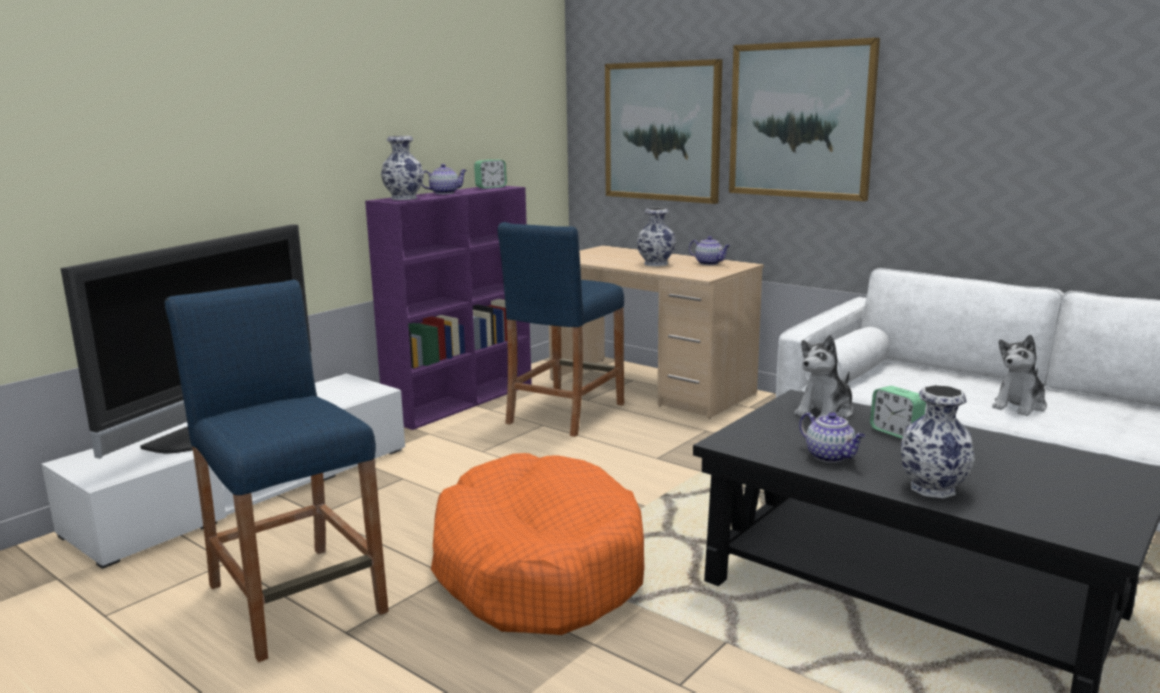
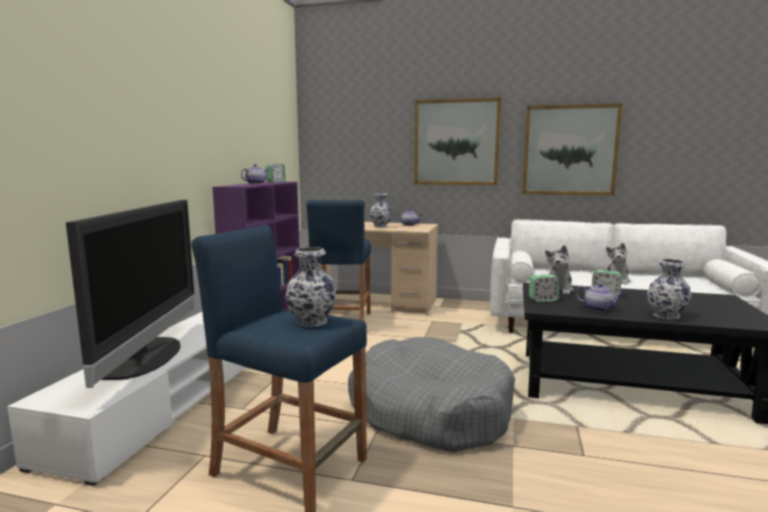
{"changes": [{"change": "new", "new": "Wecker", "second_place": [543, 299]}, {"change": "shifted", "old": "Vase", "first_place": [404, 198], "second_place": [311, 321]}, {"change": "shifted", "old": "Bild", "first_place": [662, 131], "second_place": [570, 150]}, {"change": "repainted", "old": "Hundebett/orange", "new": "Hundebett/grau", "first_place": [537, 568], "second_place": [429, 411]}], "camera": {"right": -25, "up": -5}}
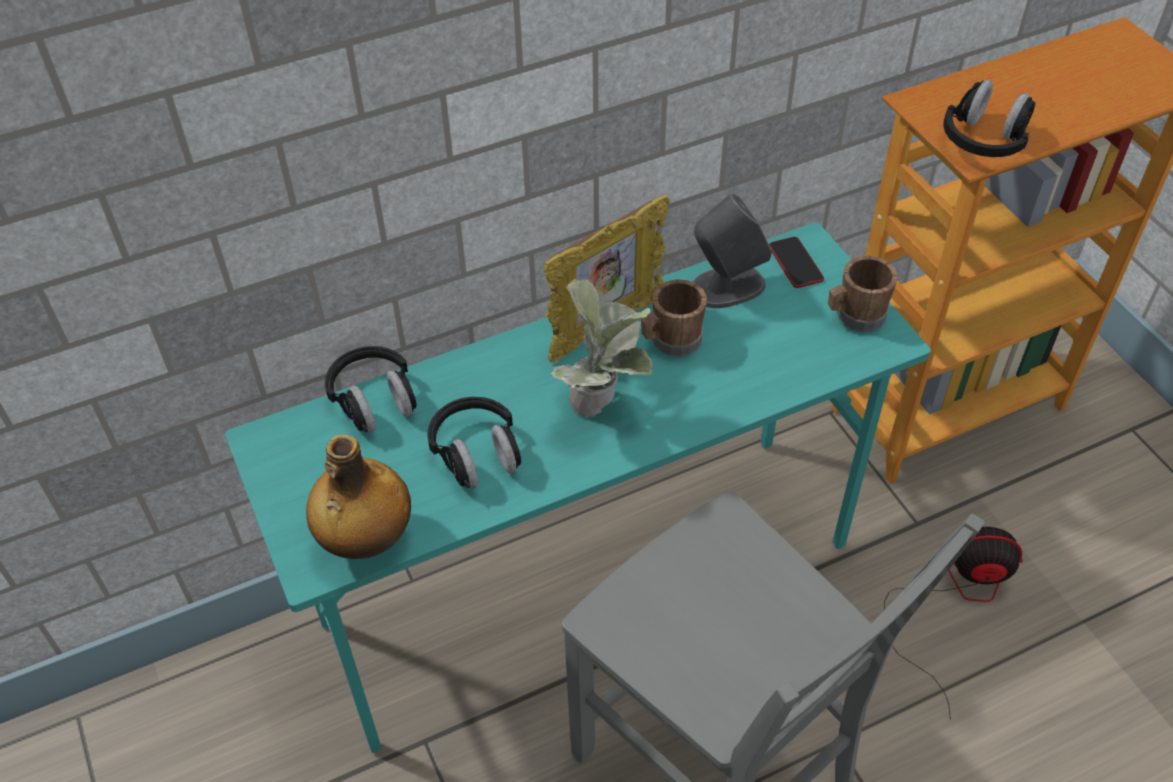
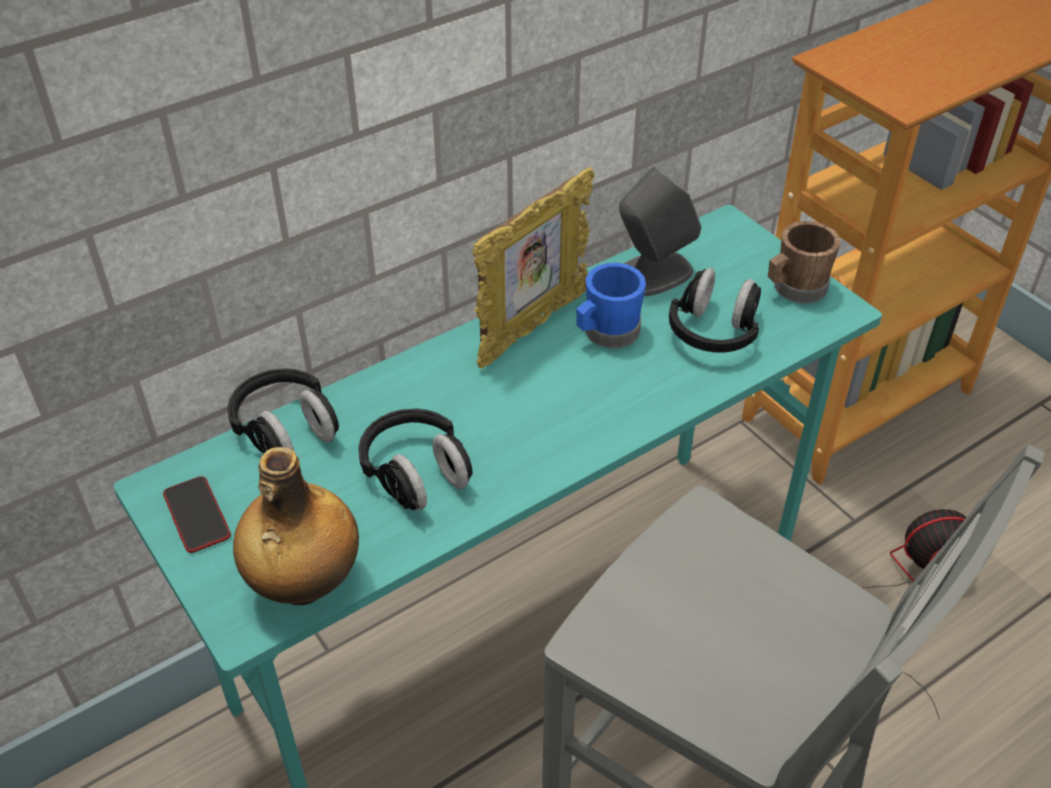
{"changes": [{"change": "gone", "old": "Topfpflanze", "first_place": [603, 404]}, {"change": "shifted", "old": "Handy", "first_place": [795, 263], "second_place": [197, 515]}, {"change": "shifted", "old": "Kopfhörer/schwarz", "first_place": [984, 141], "second_place": [714, 332]}, {"change": "repainted", "old": "Henkelbecher/braun", "new": "Henkelbecher/blau", "first_place": [671, 341], "second_place": [606, 333]}], "camera": {"right": -10, "up": -5}}
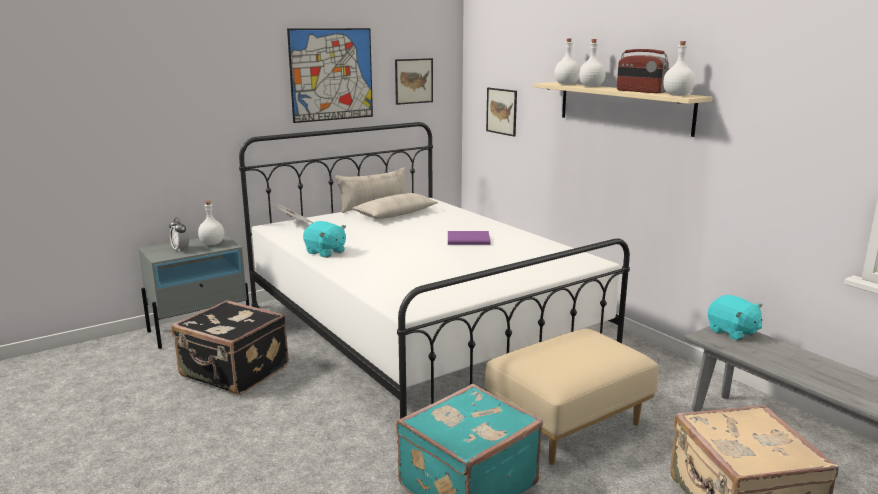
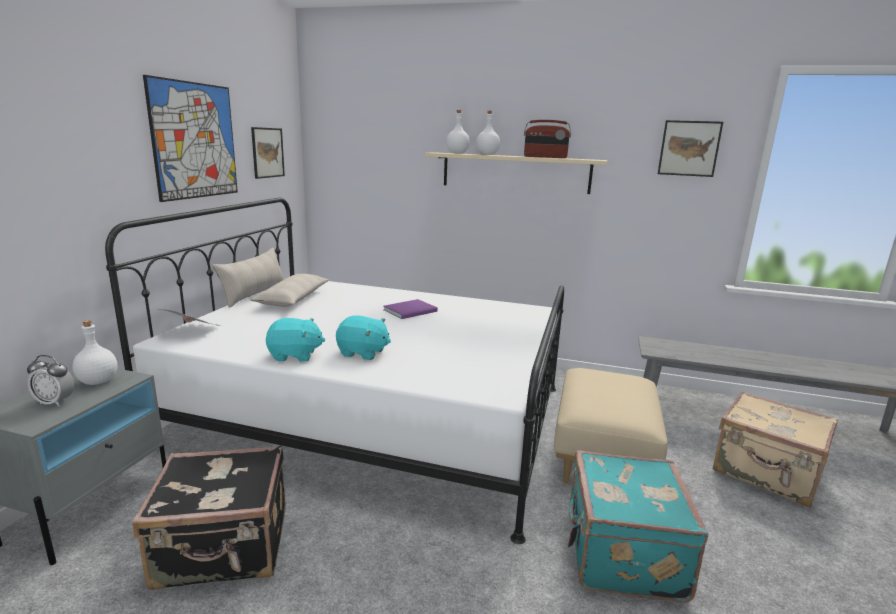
{"changes": [{"change": "gone", "old": "Flasche/weiß", "first_place": [677, 95]}, {"change": "shifted", "old": "Bild", "first_place": [501, 111], "second_place": [689, 148]}, {"change": "shifted", "old": "Plüschtier/türkis", "first_place": [732, 332], "second_place": [363, 353]}], "camera": {"right": -40, "up": 0}}
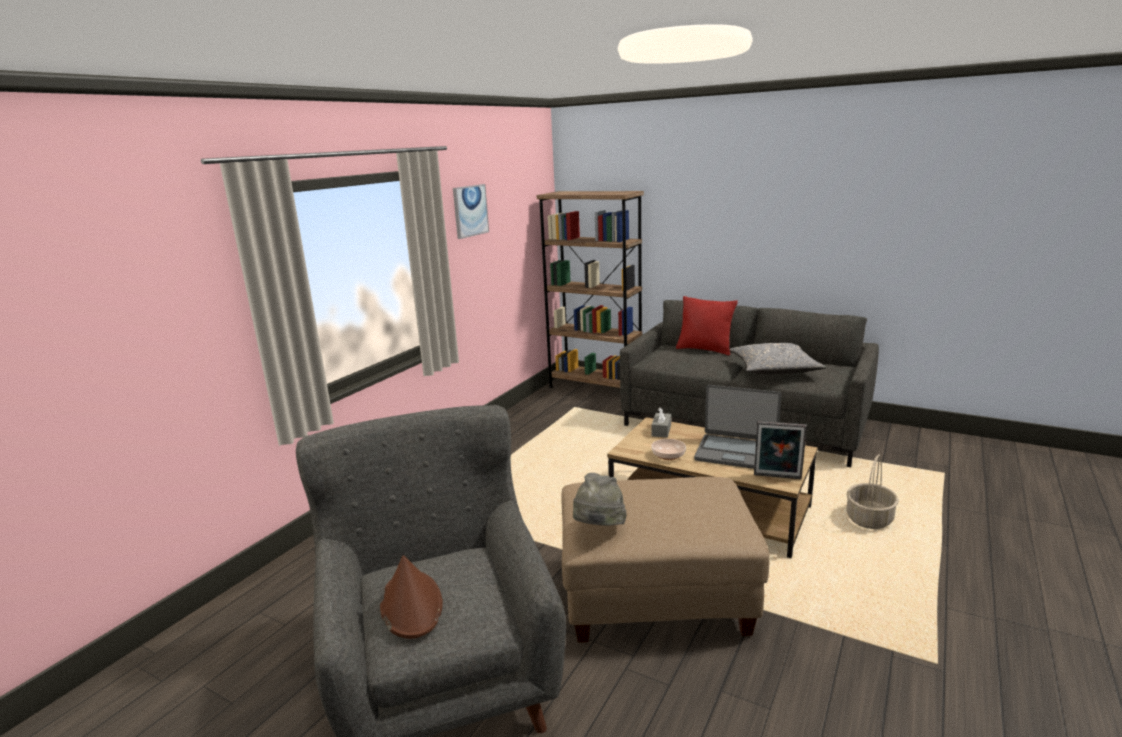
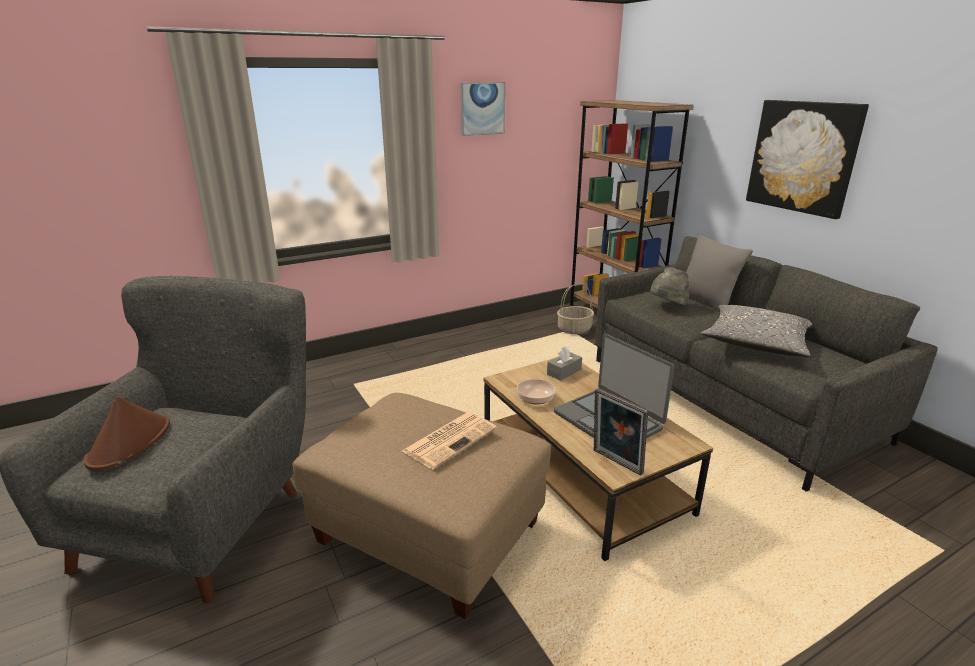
{"changes": [{"change": "new", "new": "Zeitung", "second_place": [450, 439]}, {"change": "new", "new": "Bild", "second_place": [803, 157]}, {"change": "shifted", "old": "Hut/grau", "first_place": [598, 528], "second_place": [667, 306]}, {"change": "shifted", "old": "Korb", "first_place": [869, 519], "second_place": [574, 329]}, {"change": "repainted", "old": "Kissen/rot", "new": "Kissen/grau", "first_place": [705, 350], "second_place": [706, 301]}], "camera": {"right": 30, "up": 5}}
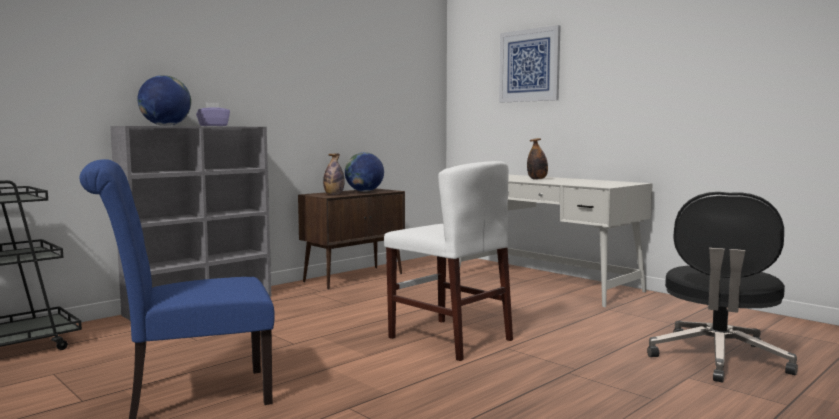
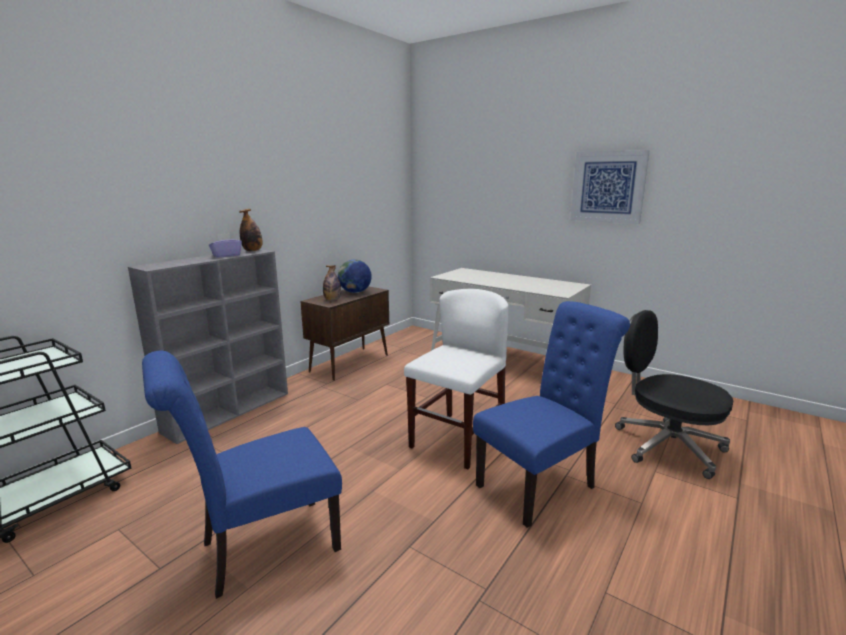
{"changes": [{"change": "gone", "old": "Globus", "first_place": [165, 125]}, {"change": "new", "new": "Stuhl/blau", "second_place": [542, 484]}, {"change": "shifted", "old": "Bild", "first_place": [529, 65], "second_place": [608, 187]}, {"change": "shifted", "old": "Flasche", "first_place": [537, 179], "second_place": [252, 251]}, {"change": "rotated", "old": "Stuhl/weiß", "first_place": [449, 339], "second_place": [457, 439], "degrees": -90}, {"change": "rotated", "old": "Bürostuhl/schwarz", "first_place": [718, 359], "second_place": [666, 446], "degrees": 120}], "camera": {"right": -10, "up": 10}}
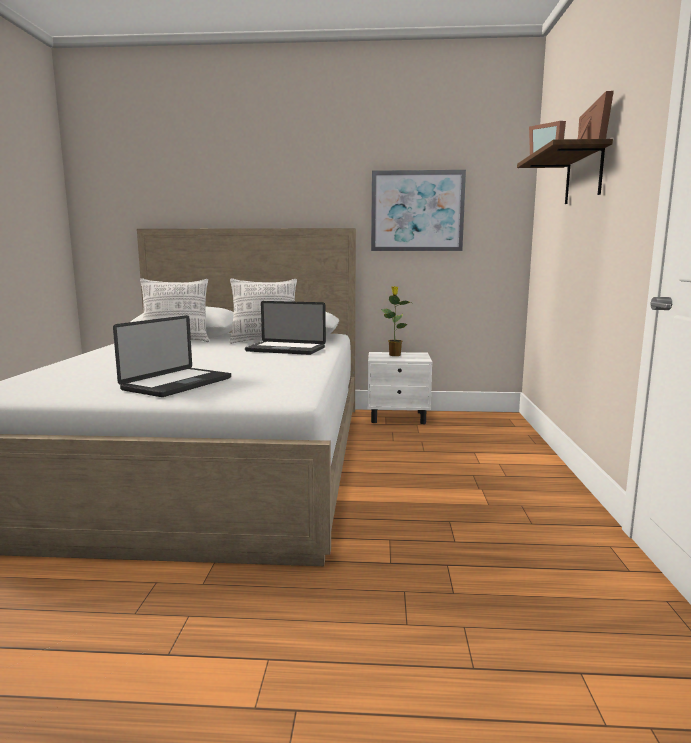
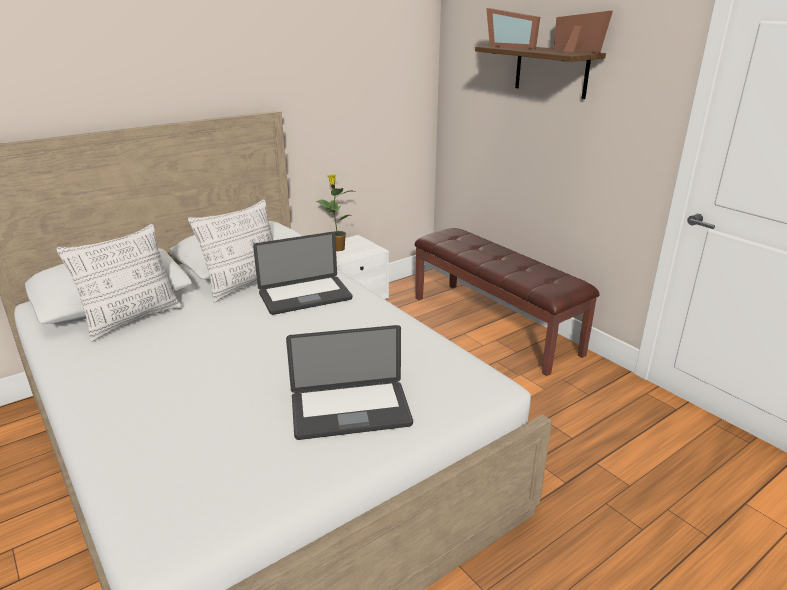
{"changes": [{"change": "gone", "old": "Bild", "first_place": [417, 211]}, {"change": "new", "new": "Bank/braun", "second_place": [494, 324]}, {"change": "rotated", "old": "Laptop", "first_place": [177, 384], "second_place": [350, 411], "degrees": 90}], "camera": {"right": -40, "up": 15}}
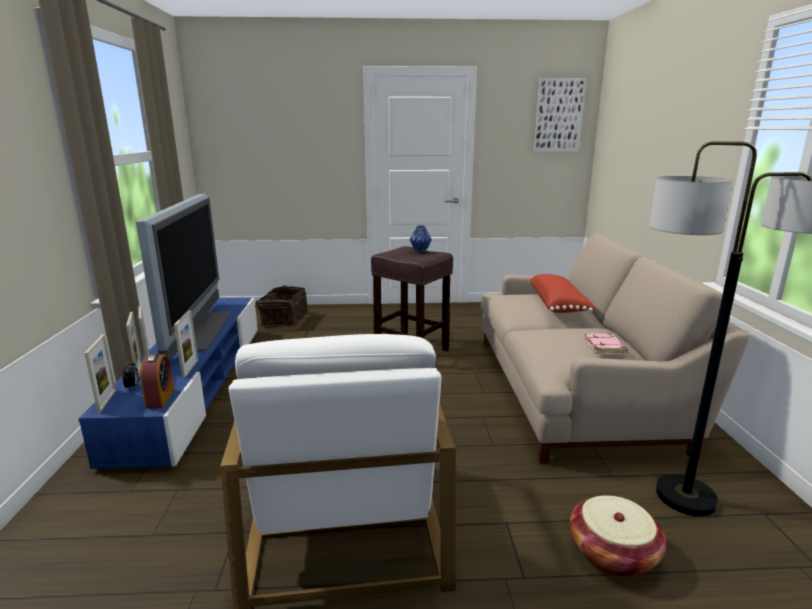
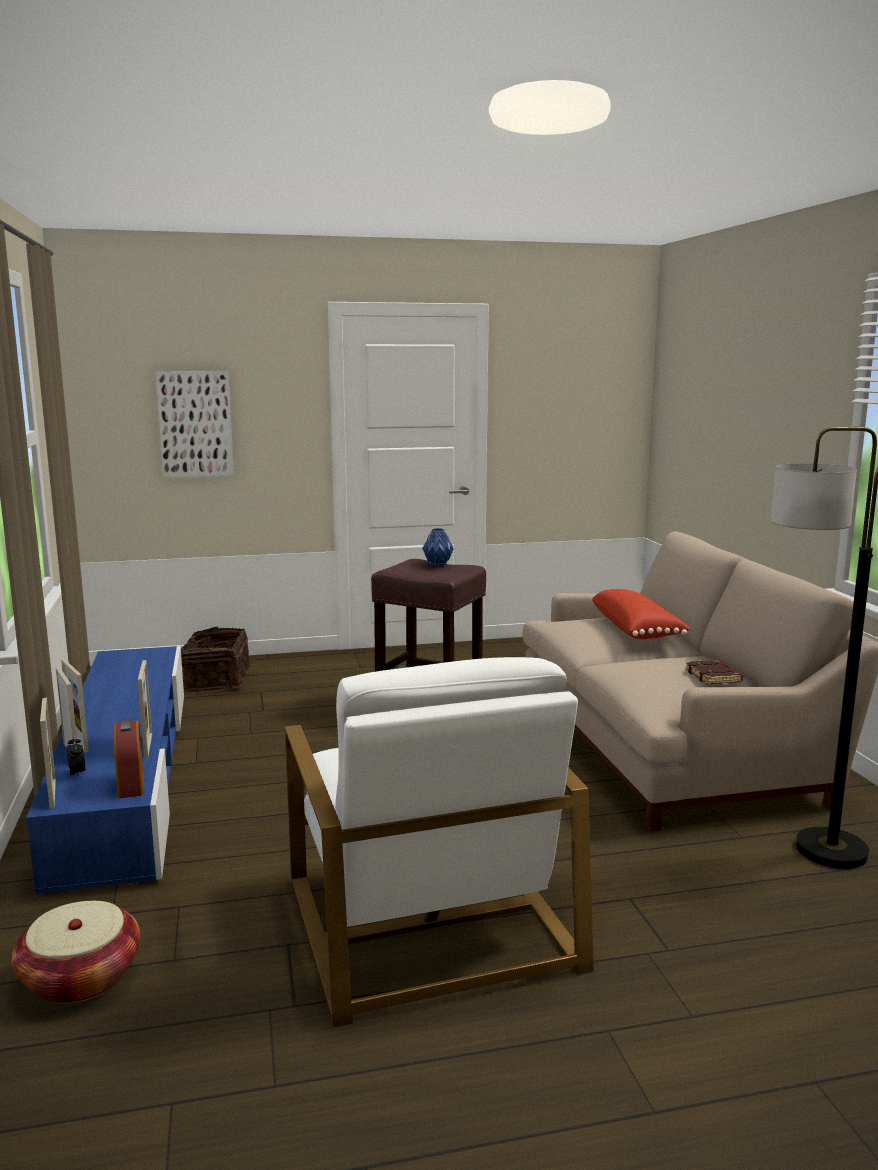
{"changes": [{"change": "gone", "old": "Fernseher", "first_place": [197, 330]}, {"change": "shifted", "old": "Bild", "first_place": [558, 115], "second_place": [195, 424]}, {"change": "shifted", "old": "Korb", "first_place": [612, 553], "second_place": [81, 978]}, {"change": "repainted", "old": "Buch/rosa", "new": "Buch/braun", "first_place": [605, 347], "second_place": [714, 676]}], "camera": {"right": -10, "up": -5}}
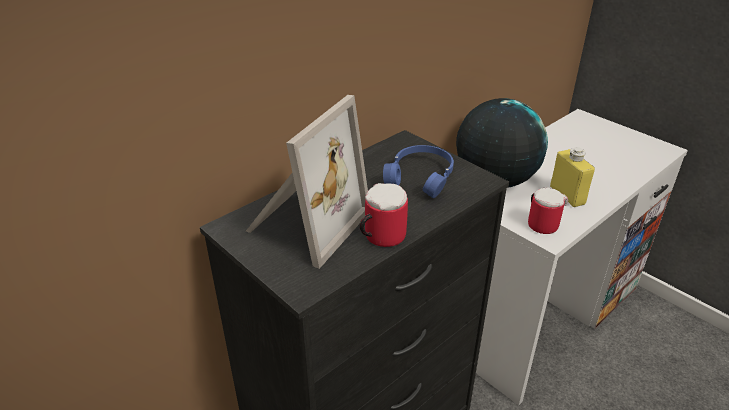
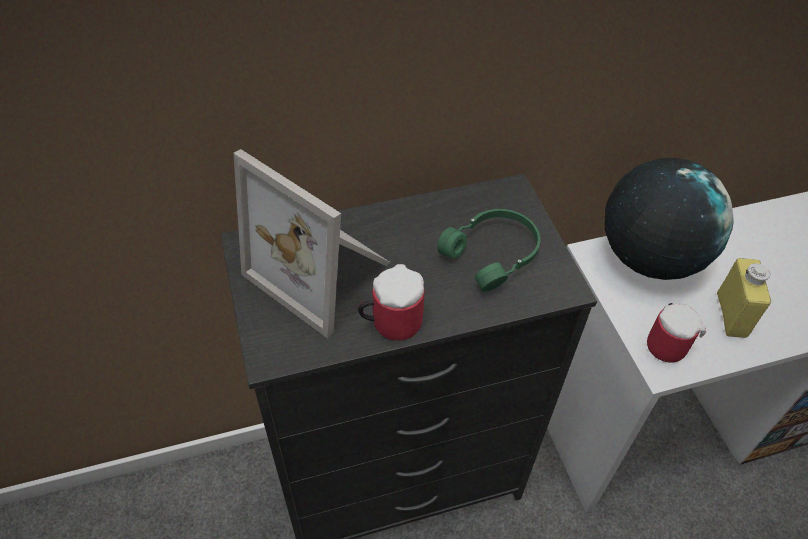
{"changes": [{"change": "repainted", "old": "Kopfhörer/blau", "new": "Kopfhörer/grün", "first_place": [421, 177], "second_place": [493, 254]}, {"change": "rotated", "old": "Bilderrahmen", "first_place": [304, 223], "second_place": [323, 271], "degrees": 75}], "camera": {"right": 25, "up": 15}}
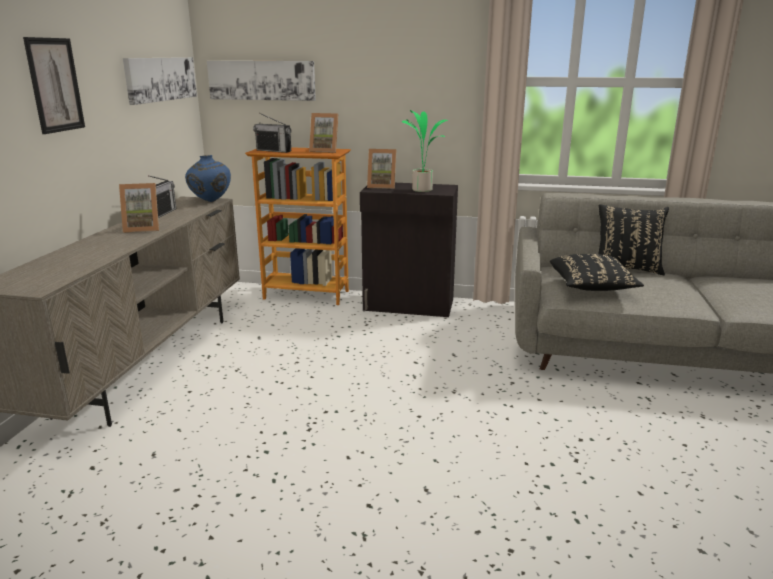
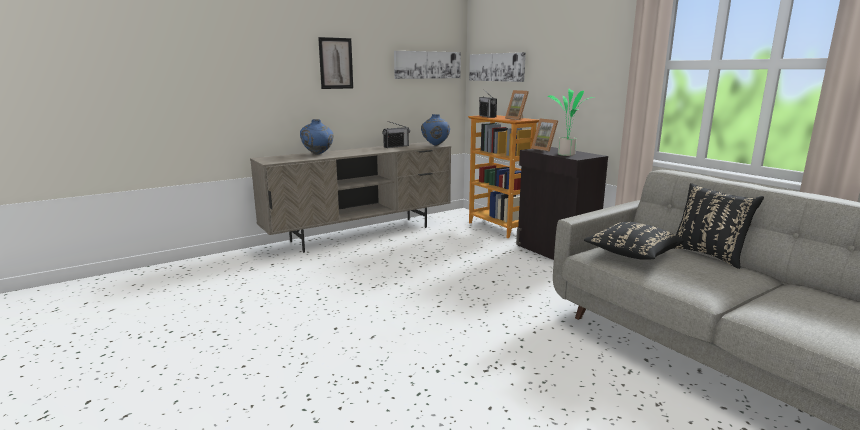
{"changes": [{"change": "gone", "old": "Bilderrahmen", "first_place": [143, 229]}, {"change": "new", "new": "Vase/blau", "second_place": [318, 154]}], "camera": {"right": 45, "up": -5}}
